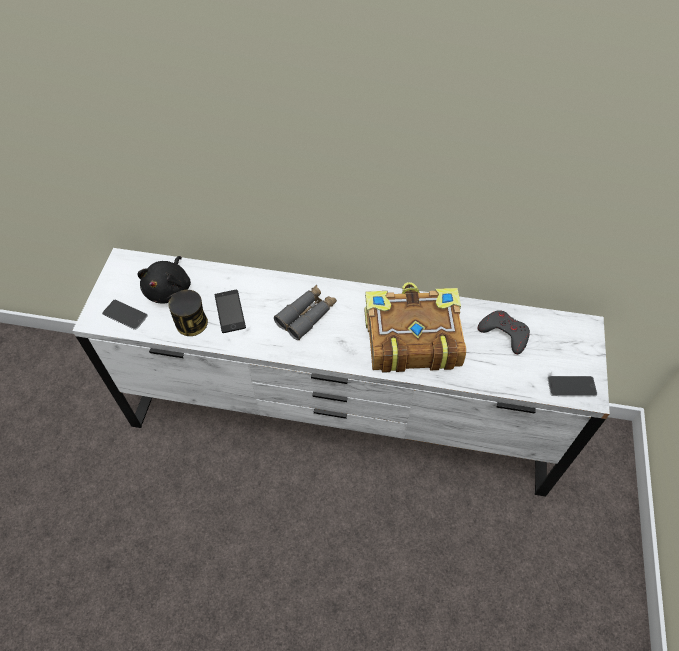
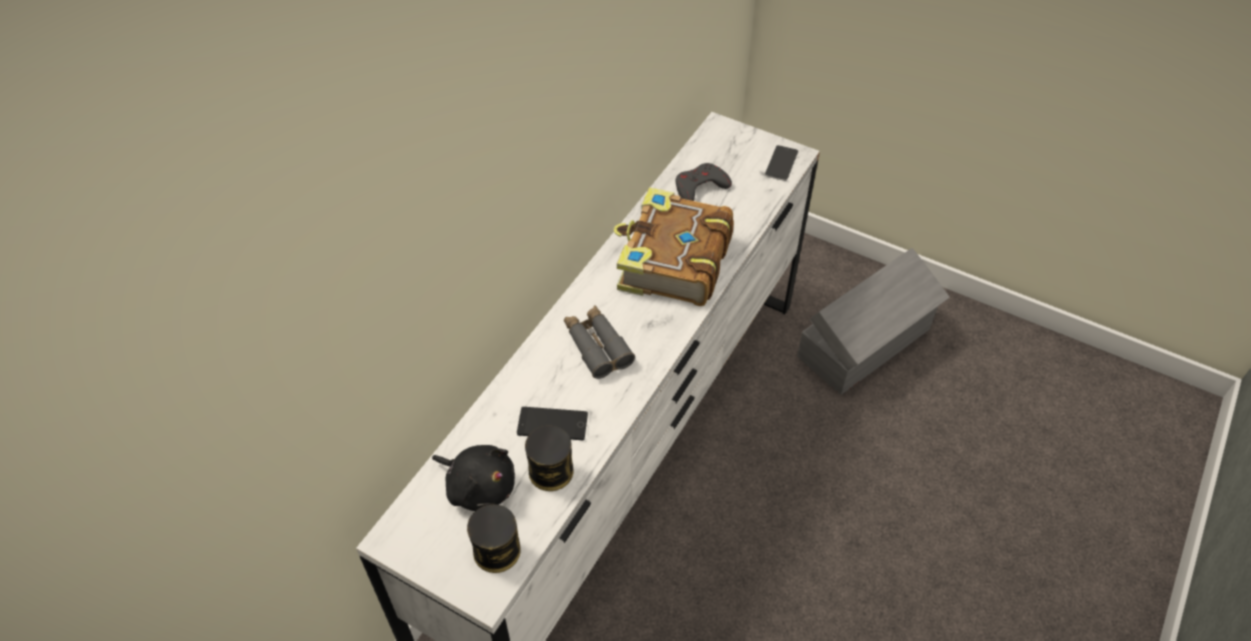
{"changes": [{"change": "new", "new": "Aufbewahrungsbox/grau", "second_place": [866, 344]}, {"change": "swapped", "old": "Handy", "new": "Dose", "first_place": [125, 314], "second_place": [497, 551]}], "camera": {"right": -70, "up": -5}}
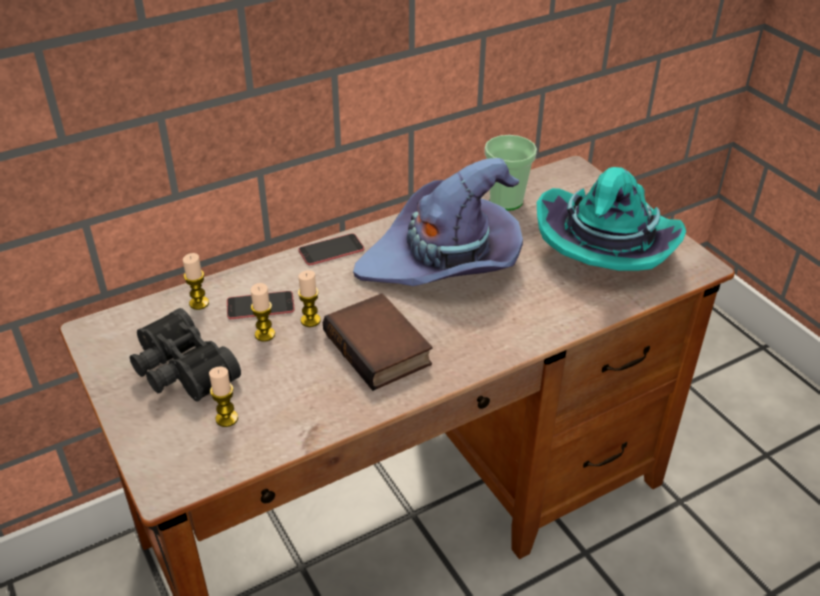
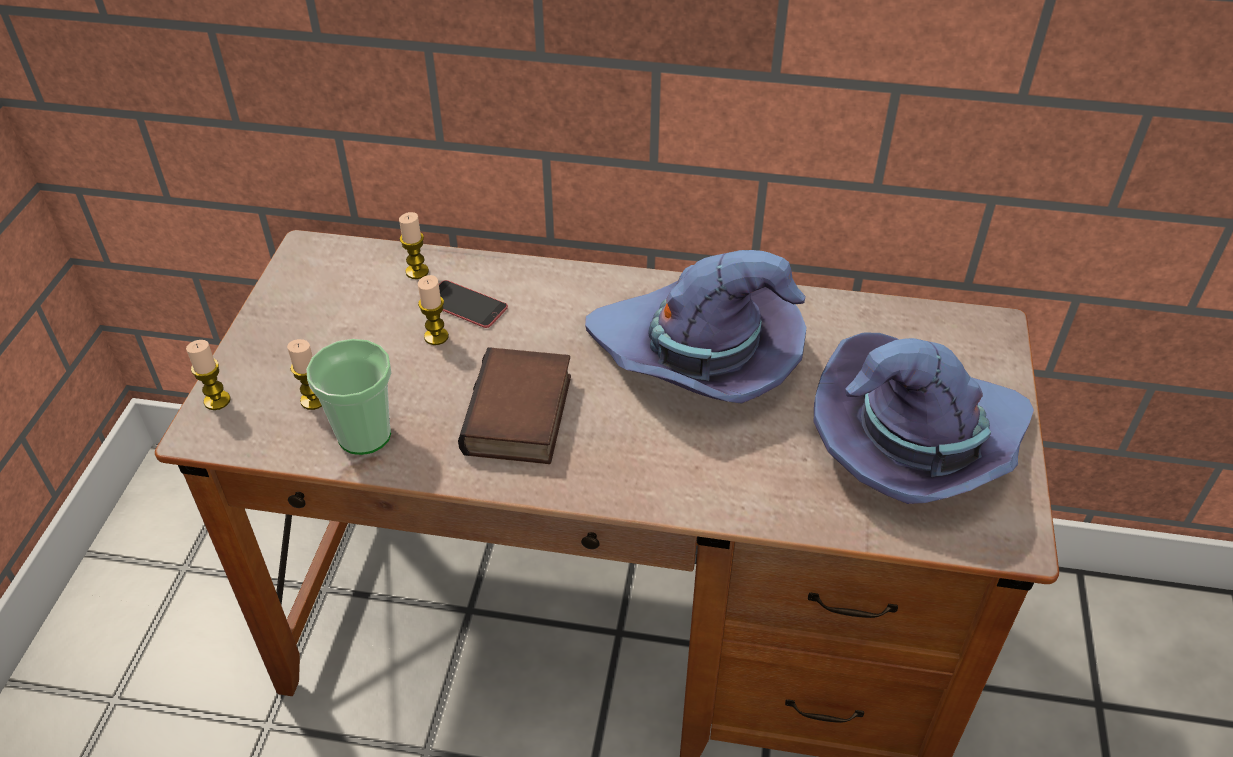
{"changes": [{"change": "gone", "old": "Fernglas/schwarz", "first_place": [180, 371]}, {"change": "gone", "old": "Handy", "first_place": [331, 250]}, {"change": "shifted", "old": "Kerze", "first_place": [310, 320], "second_place": [217, 400]}, {"change": "shifted", "old": "Tasse", "first_place": [506, 201], "second_place": [364, 435]}, {"change": "repainted", "old": "Hut/türkis", "new": "Hut/lila", "first_place": [607, 245], "second_place": [916, 445]}], "camera": {"right": 40, "up": 5}}
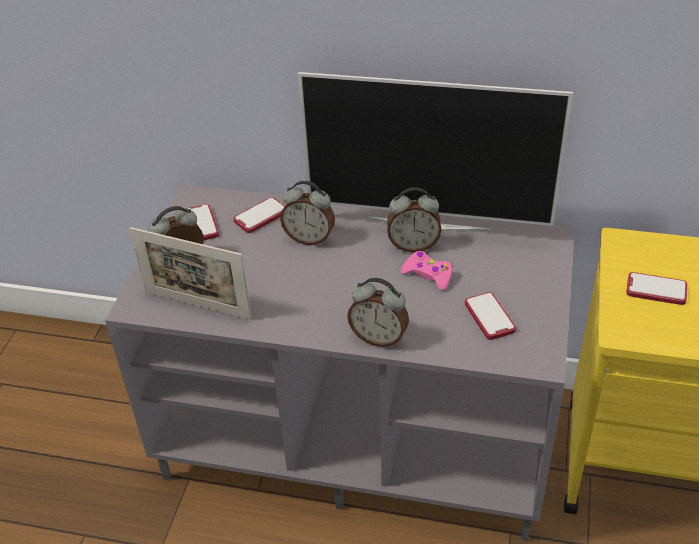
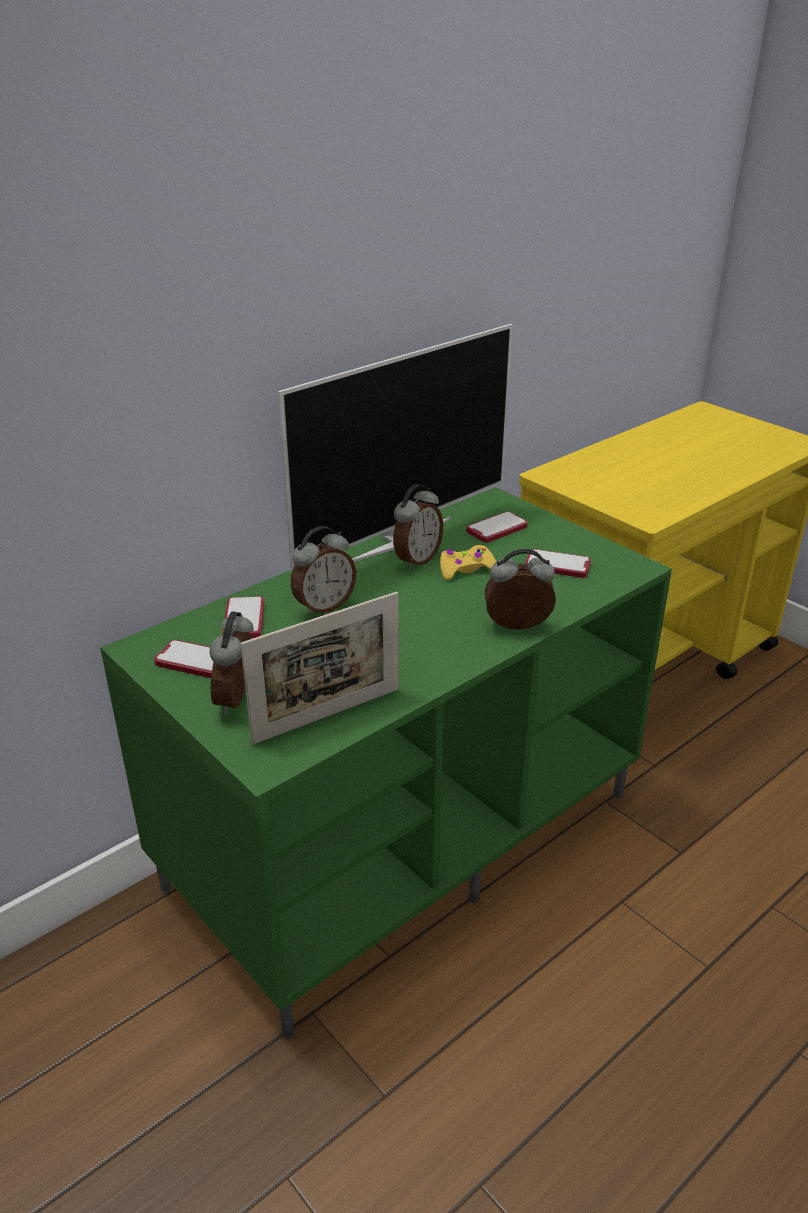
{"changes": [{"change": "shifted", "old": "Handy", "first_place": [656, 290], "second_place": [497, 529]}, {"change": "repainted", "old": "Fernsehschrank/grau", "new": "Fernsehschrank/grün", "first_place": [361, 435], "second_place": [404, 835]}, {"change": "repainted", "old": "Gamepad/rosa", "new": "Gamepad/gelb", "first_place": [428, 275], "second_place": [466, 569]}, {"change": "rotated", "old": "Wecker", "first_place": [379, 338], "second_place": [518, 627], "degrees": -150}], "camera": {"right": -55, "up": -10}}
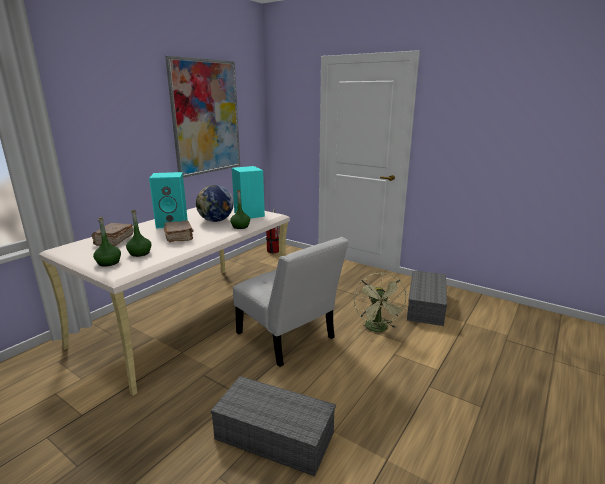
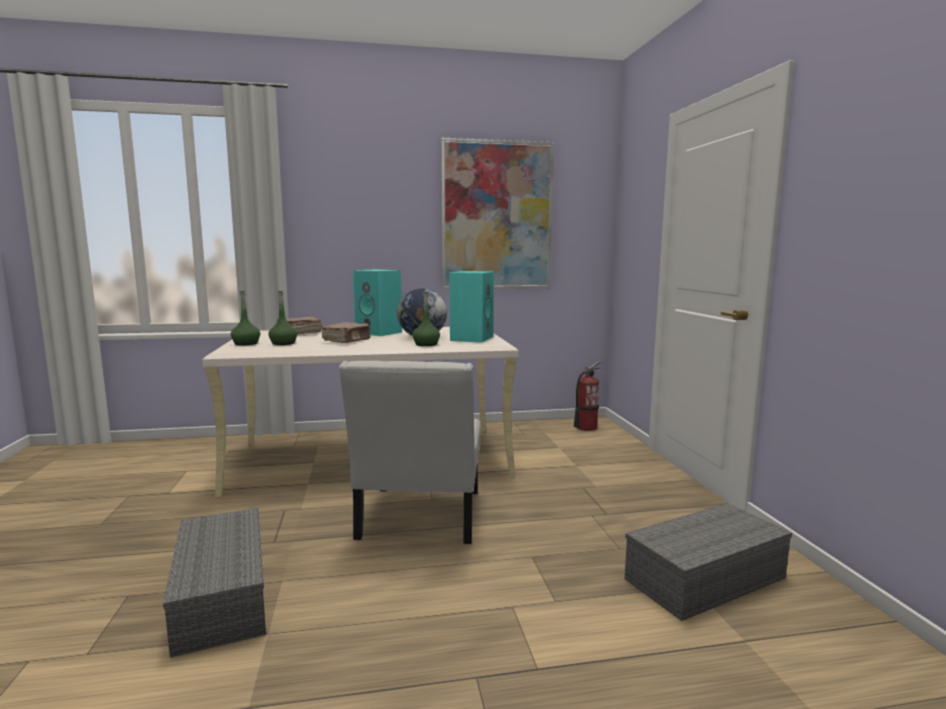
{"changes": [{"change": "gone", "old": "Ventilator/grün", "first_place": [378, 329]}], "camera": {"right": 45, "up": -10}}
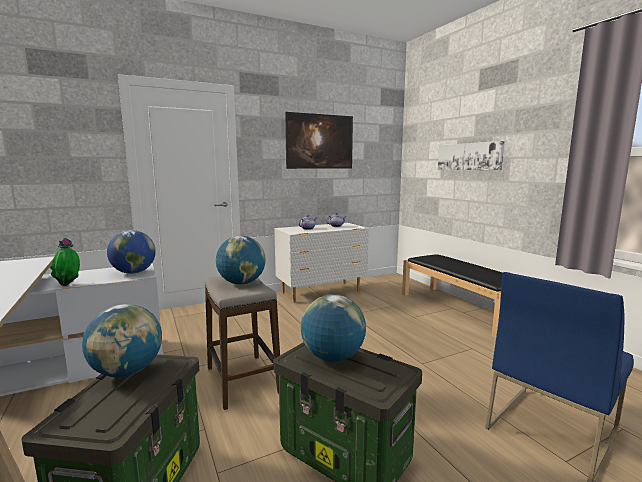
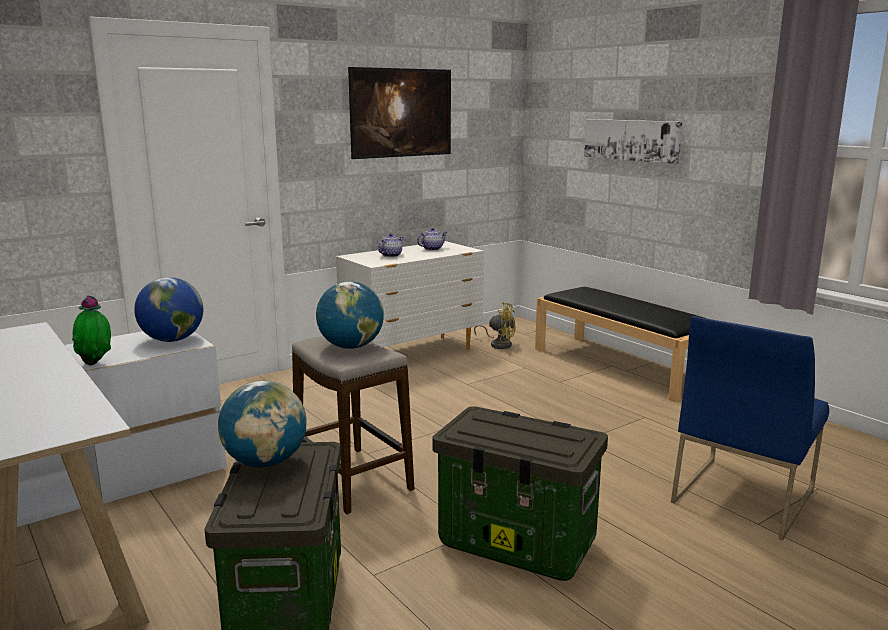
{"changes": [{"change": "gone", "old": "Globus", "first_place": [332, 357]}, {"change": "new", "new": "Ventilator/gelb", "second_place": [499, 344]}], "camera": {"right": -10, "up": 5}}
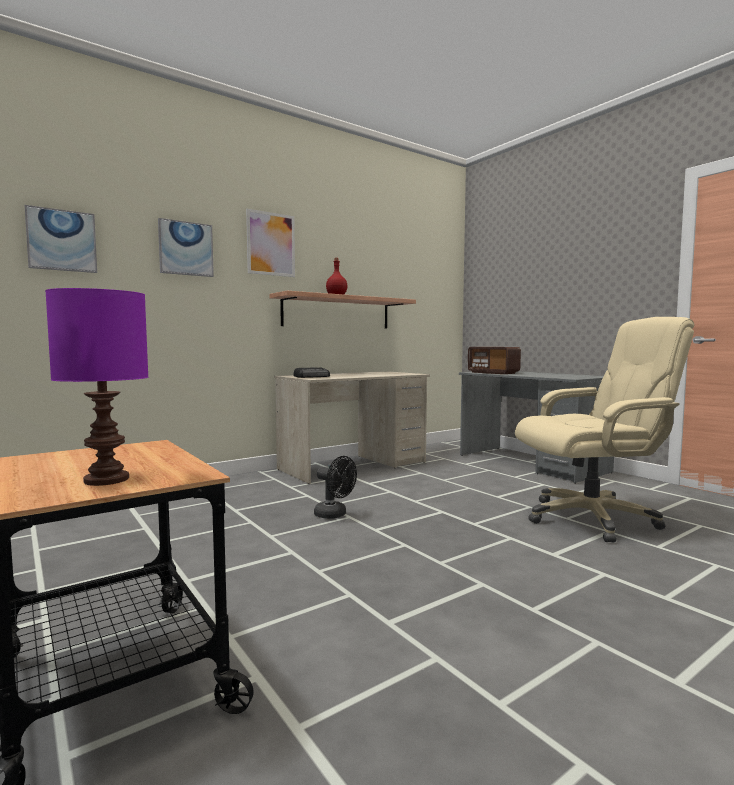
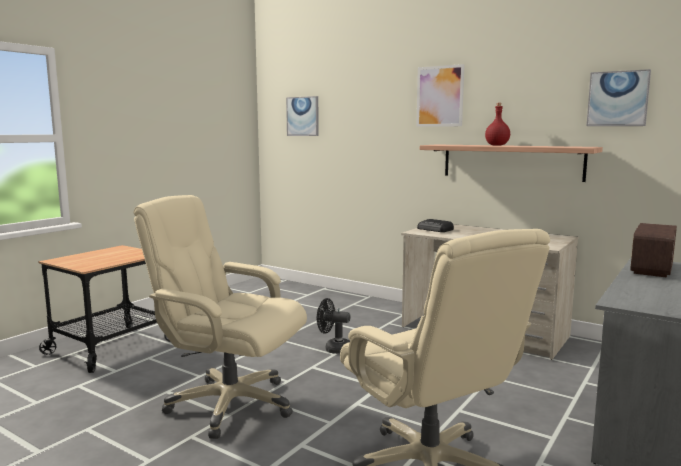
{"changes": [{"change": "gone", "old": "Tischlampe/lila", "first_place": [107, 479]}, {"change": "new", "new": "Bürostuhl/beige", "second_place": [229, 404]}, {"change": "shifted", "old": "Bild", "first_place": [186, 248], "second_place": [618, 98]}, {"change": "rotated", "old": "Ventilator/schwarz", "first_place": [334, 515], "second_place": [333, 349], "degrees": 90}], "camera": {"right": 70, "up": 5}}
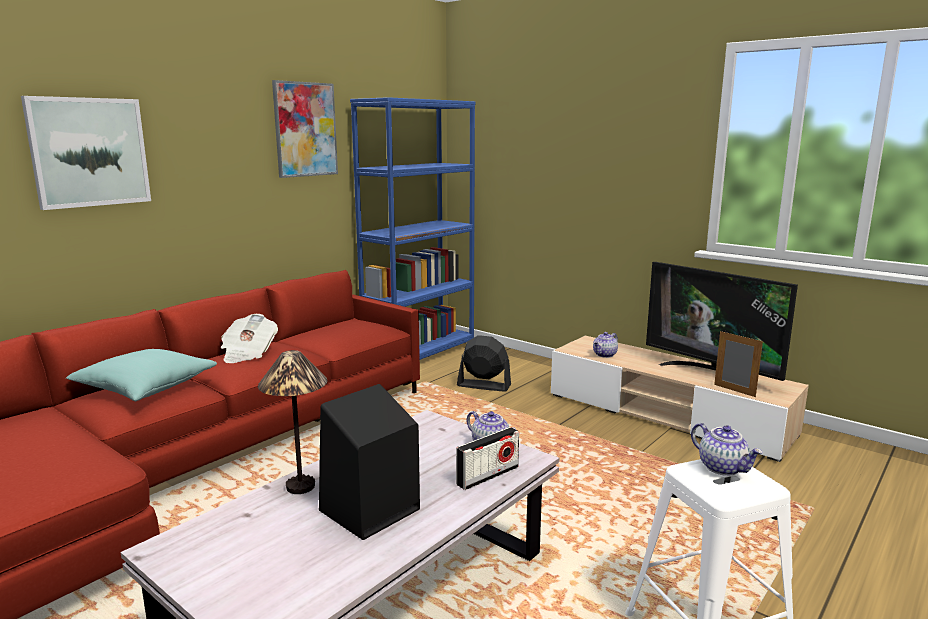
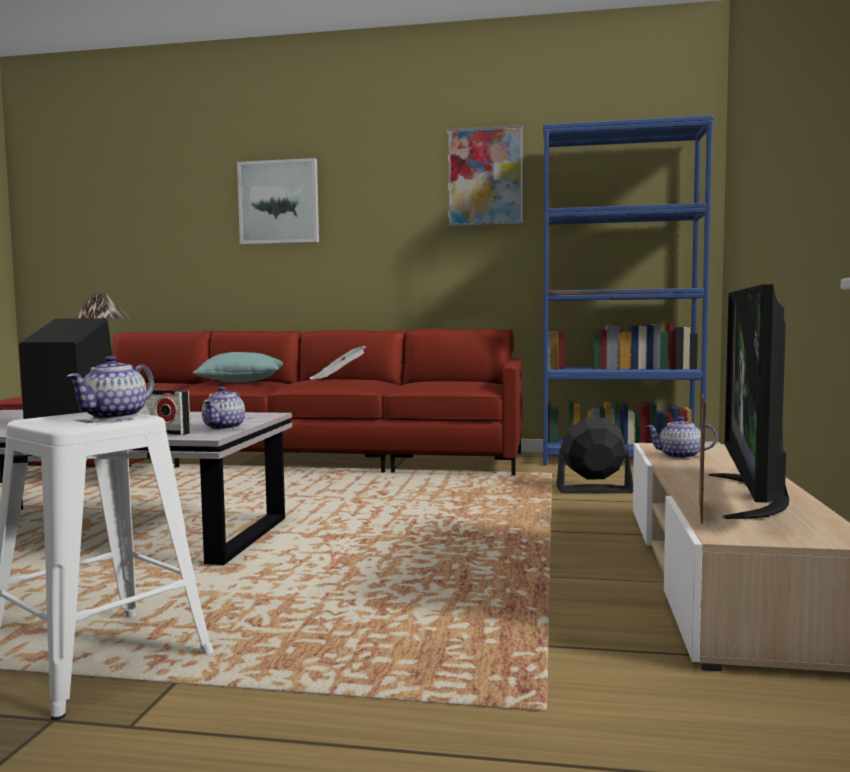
{"changes": [{"change": "rotated", "old": "Ventilator/schwarz", "first_place": [483, 385], "second_place": [594, 490], "degrees": -75}], "camera": {"right": 60, "up": -10}}
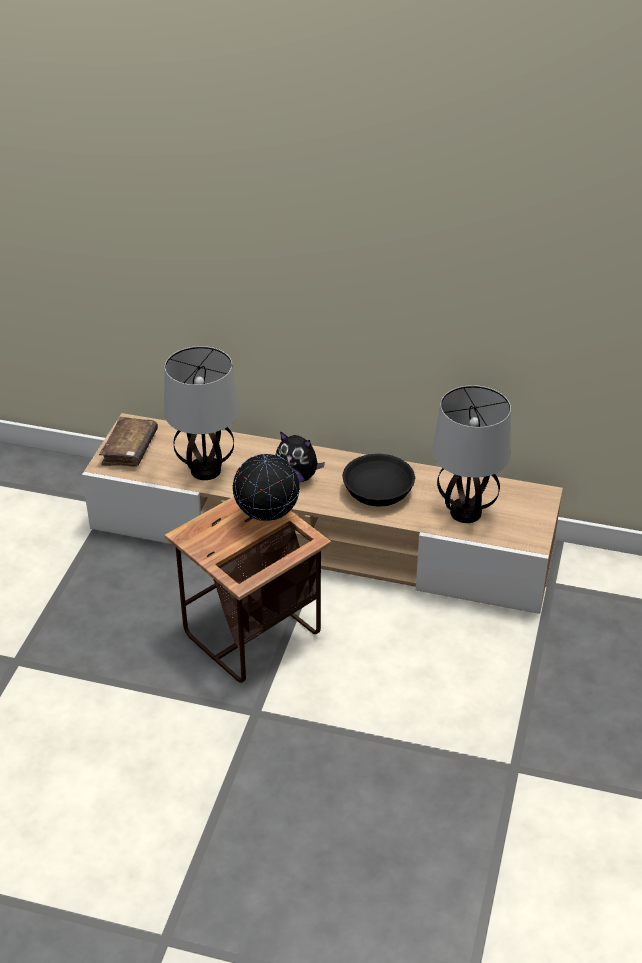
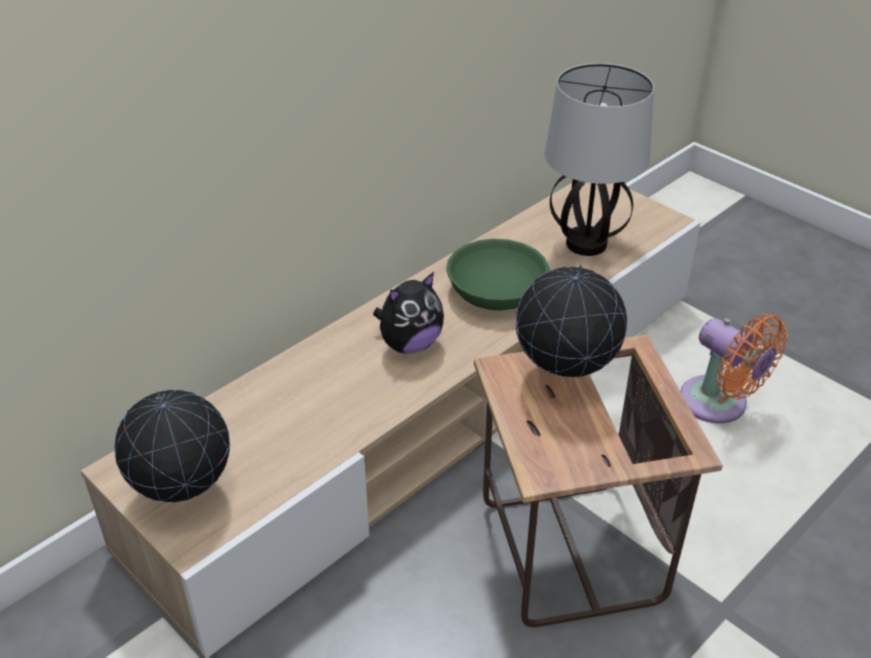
{"changes": [{"change": "gone", "old": "Tischlampe", "first_place": [206, 471]}, {"change": "new", "new": "Ventilator/orange", "second_place": [719, 404]}, {"change": "swapped", "old": "Buch/braun", "new": "Globus", "first_place": [130, 449], "second_place": [184, 493]}, {"change": "repainted", "old": "Schüssel/schwarz", "new": "Schüssel/grün", "first_place": [378, 491], "second_place": [496, 291]}], "camera": {"right": -60, "up": 0}}
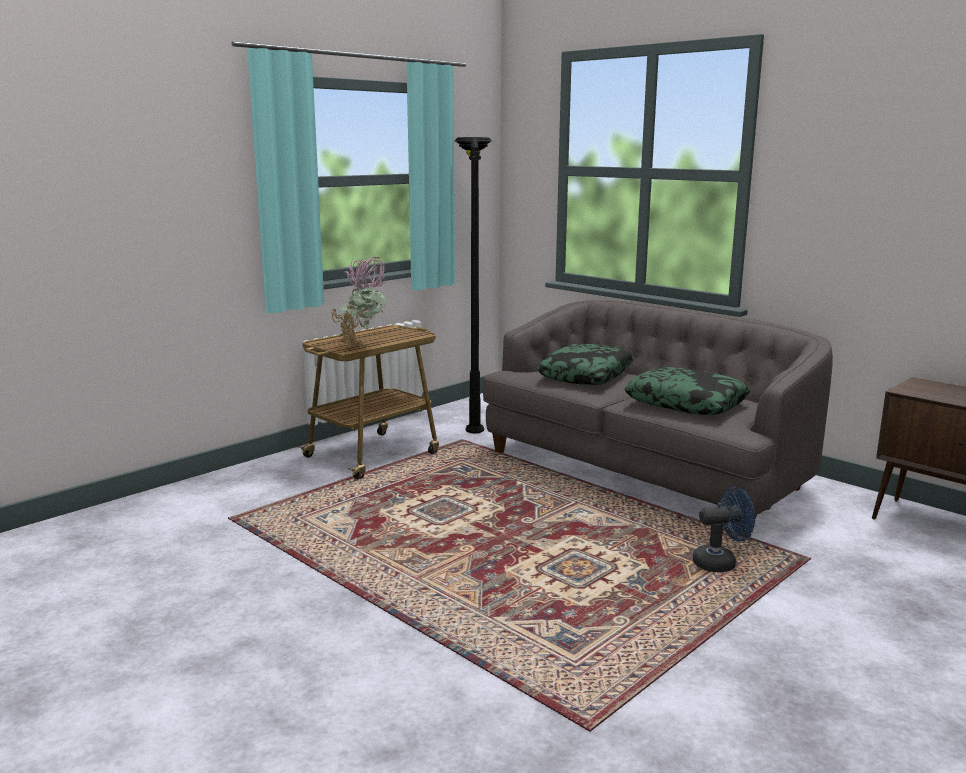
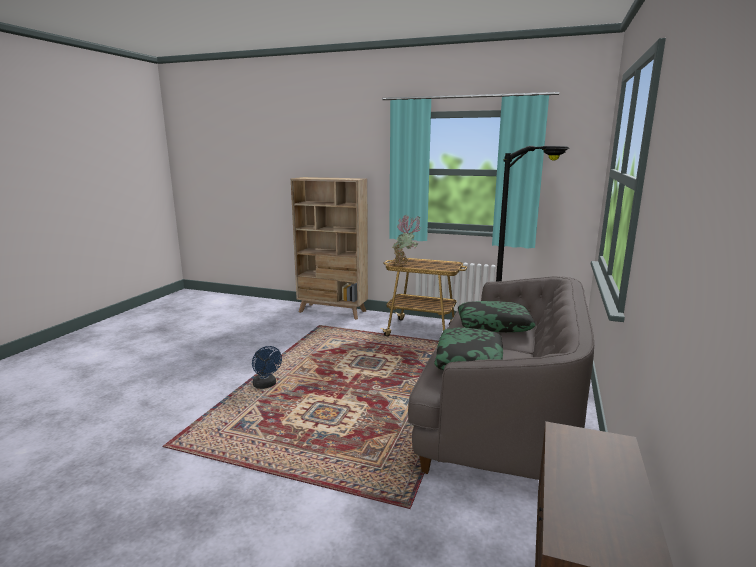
{"changes": [{"change": "new", "new": "Bücherregal/beige", "second_place": [332, 311]}, {"change": "shifted", "old": "Ventilator/blau", "first_place": [720, 563], "second_place": [266, 385]}], "camera": {"right": 65, "up": 0}}
